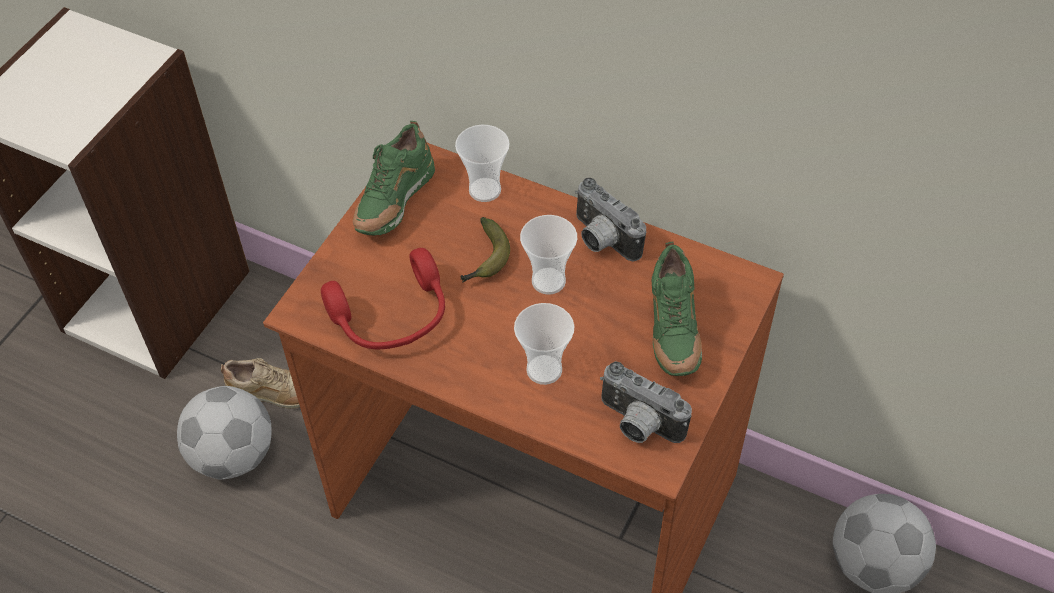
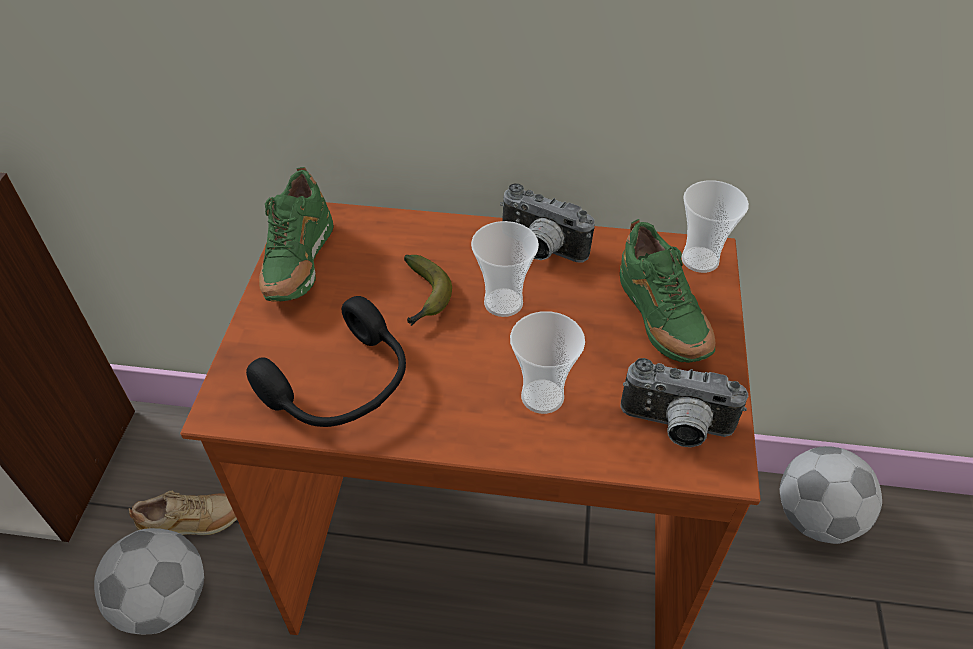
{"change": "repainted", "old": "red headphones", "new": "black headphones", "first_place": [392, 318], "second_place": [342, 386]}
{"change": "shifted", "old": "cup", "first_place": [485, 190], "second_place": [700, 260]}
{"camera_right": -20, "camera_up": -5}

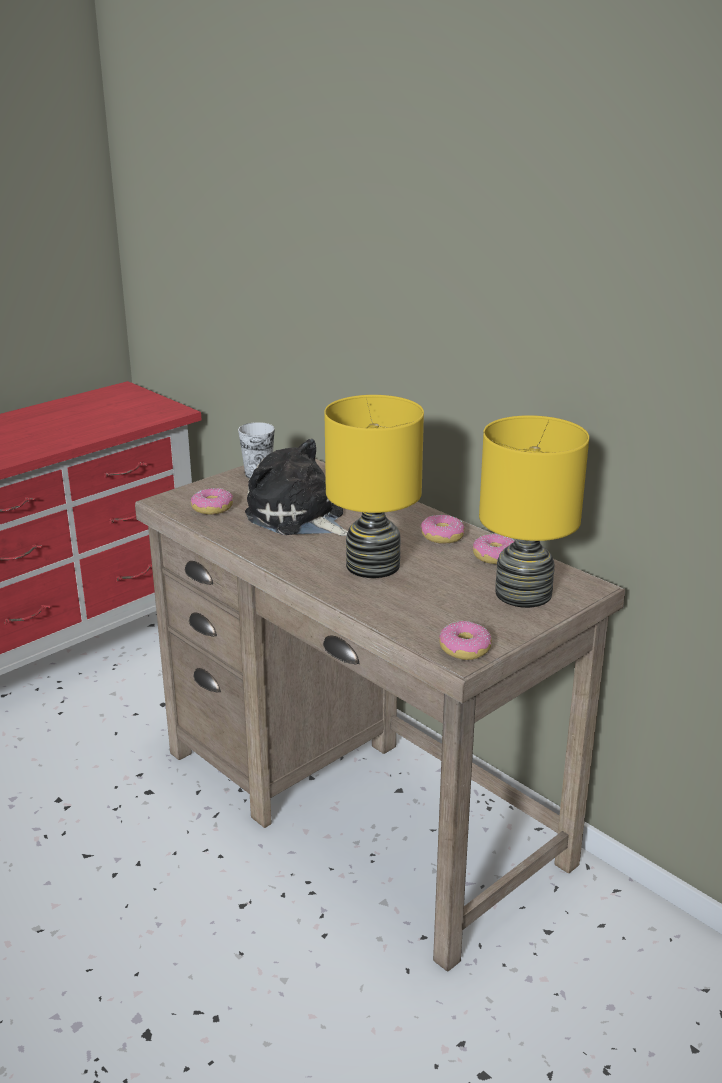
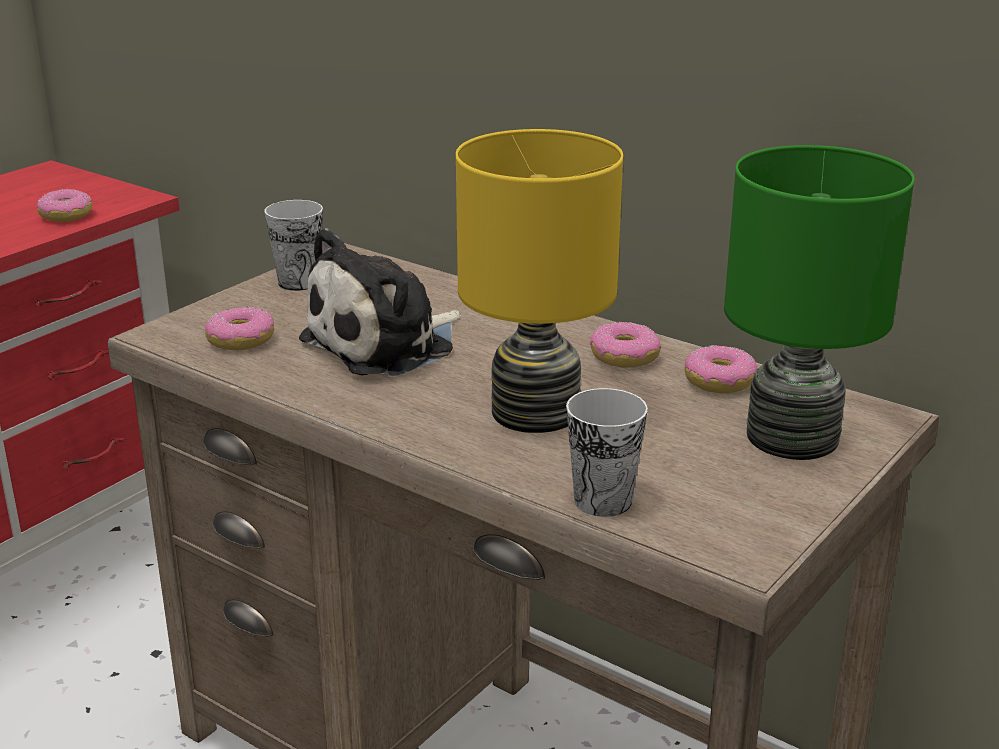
{"change": "rotated", "old": "plush toy", "first_place": [298, 518], "second_place": [386, 345], "degrees": -75}
{"change": "shifted", "old": "donut", "first_place": [464, 649], "second_place": [65, 215]}
{"change": "repainted", "old": "yellow table lamp", "new": "green table lamp", "first_place": [524, 594], "second_place": [793, 437]}
{"change": "new", "new": "cup", "second_place": [603, 501]}
{"camera_right": -10, "camera_up": 0}

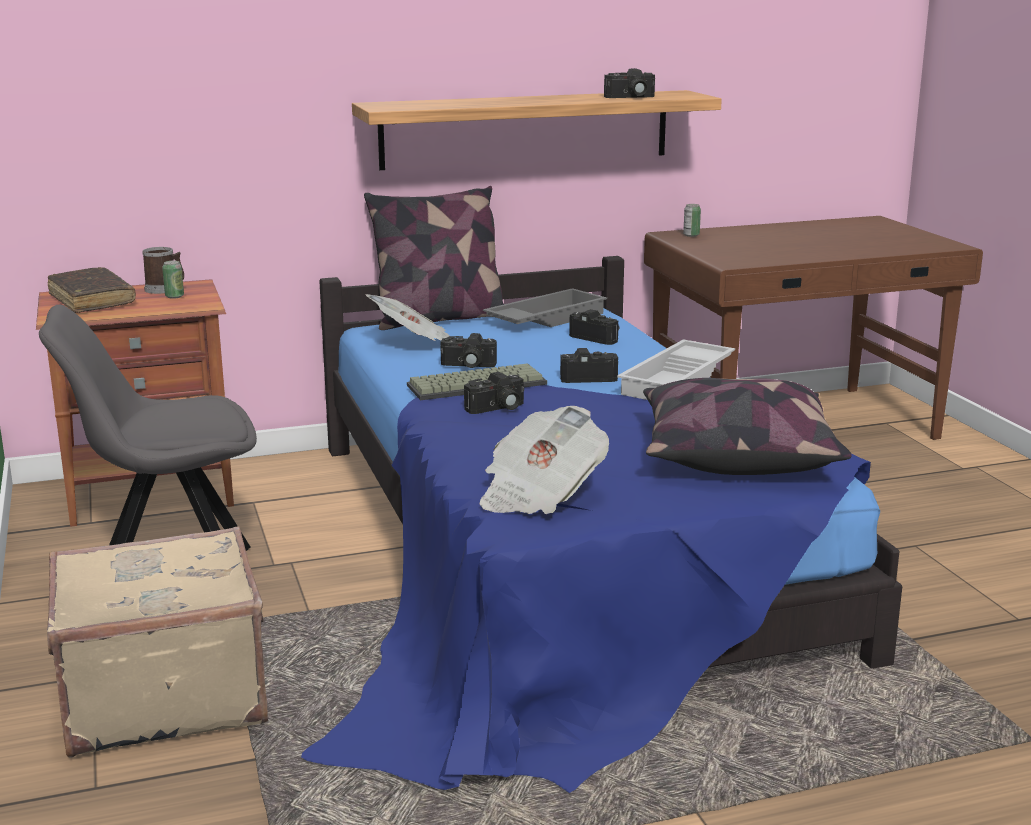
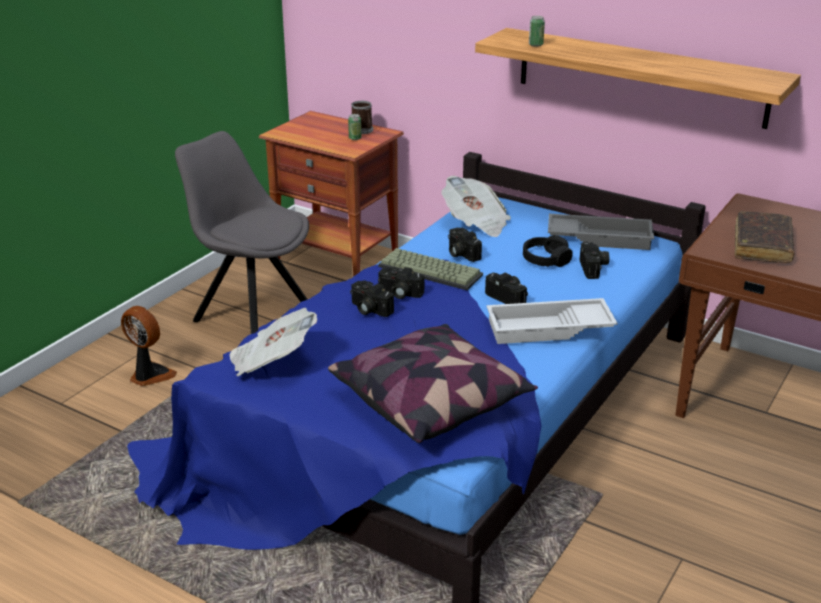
{"change": "swapped", "old": "beige suitcase", "new": "fan", "first_place": [162, 695], "second_place": [149, 375]}
{"change": "shifted", "old": "brown book", "first_place": [92, 300], "second_place": [762, 245]}
{"change": "gone", "old": "pillow", "first_place": [439, 319]}
{"change": "shifted", "old": "photo camera", "first_place": [630, 97], "second_place": [368, 309]}
{"change": "shifted", "old": "can", "first_place": [691, 235], "second_place": [535, 45]}
{"change": "new", "new": "black headphones", "second_place": [546, 259]}
{"camera_right": 50, "camera_up": 10}

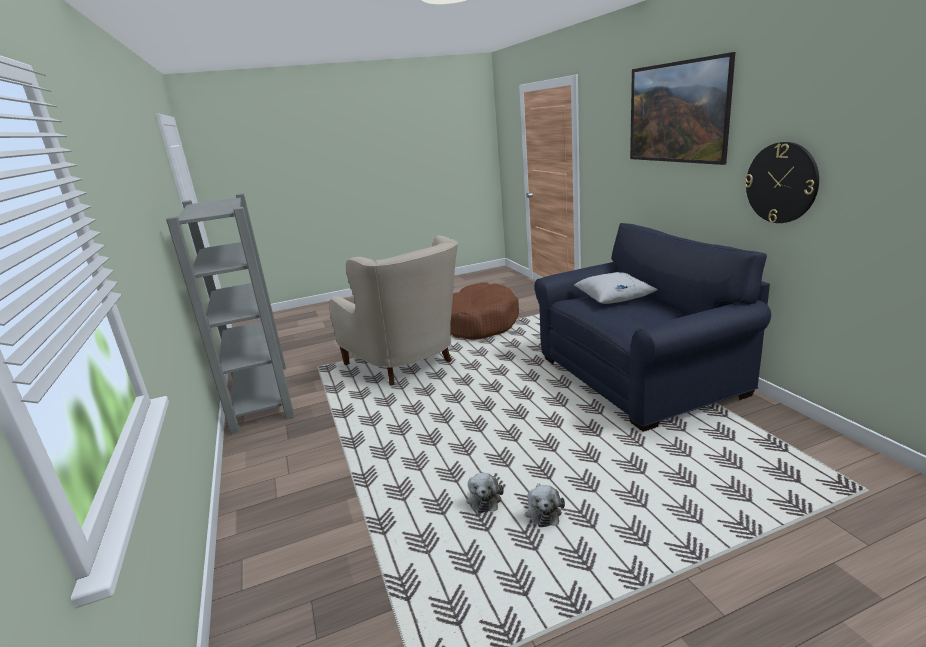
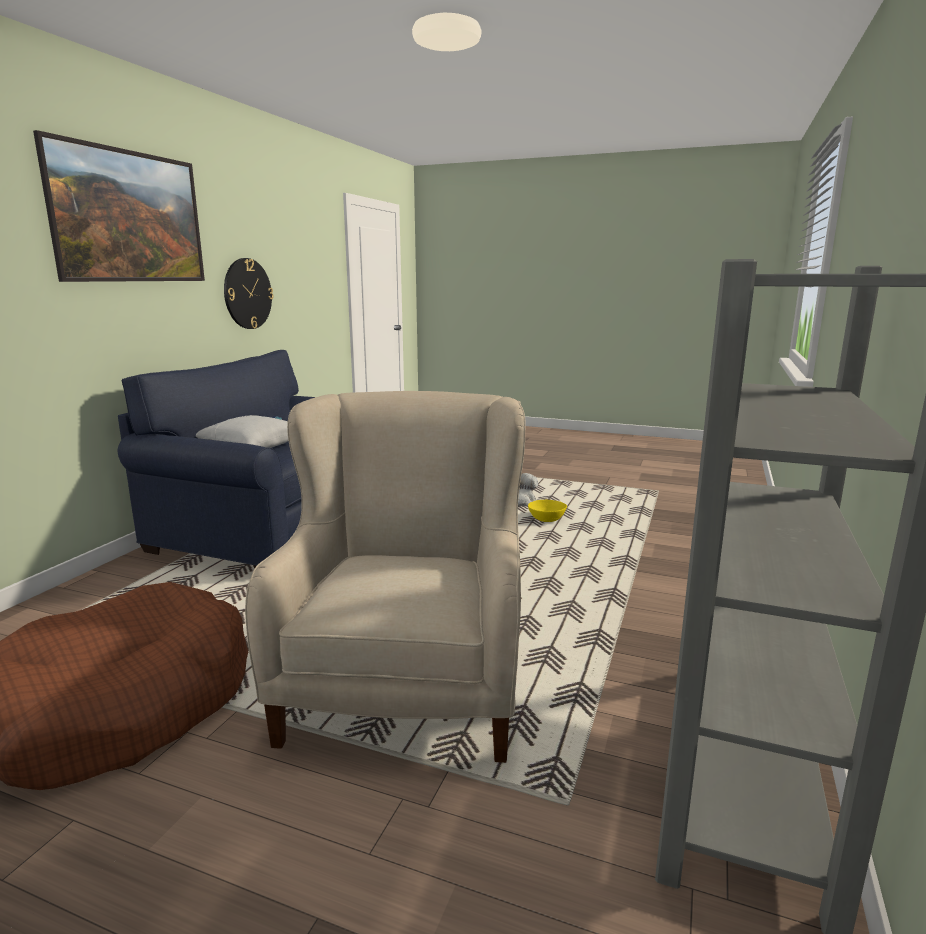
{"change": "swapped", "old": "plush toy", "new": "yellow bowl", "first_place": [484, 499], "second_place": [546, 519]}
{"camera_right": -140, "camera_up": -5}

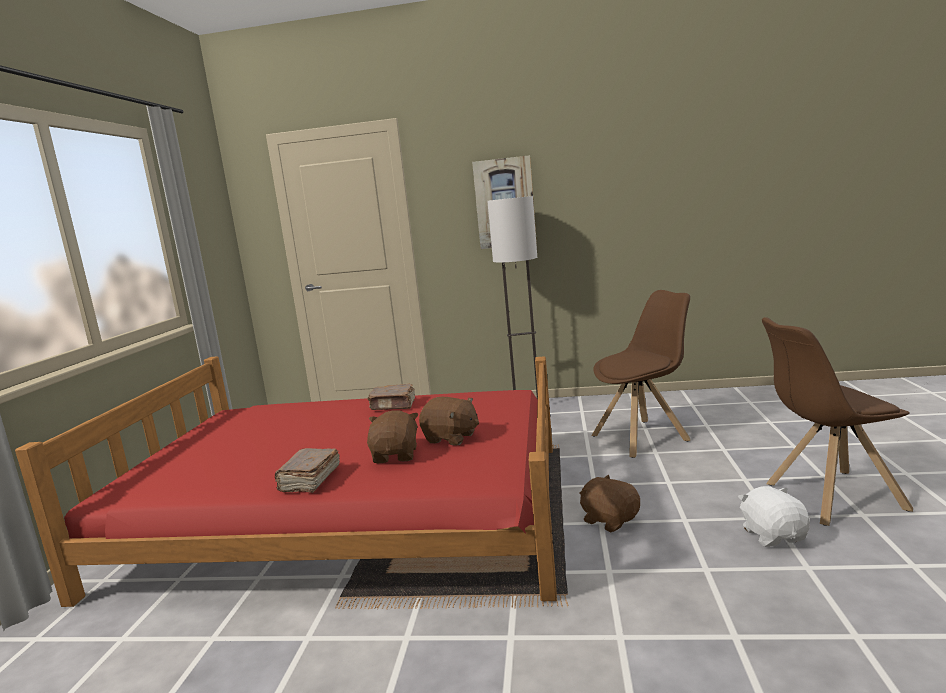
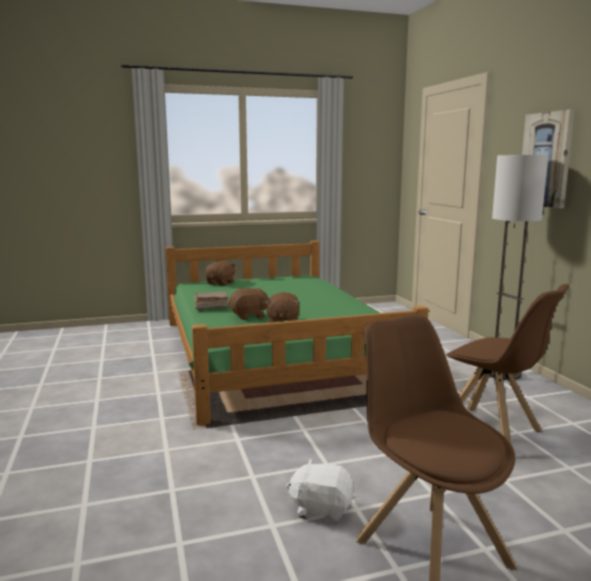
{"change": "repainted", "old": "red bed", "new": "green bed", "first_place": [352, 513], "second_place": [274, 353]}
{"change": "gone", "old": "brown book", "first_place": [393, 406]}
{"change": "shifted", "old": "brown plush toy", "first_place": [610, 520], "second_place": [221, 283]}
{"change": "rotated", "old": "white plush toy", "first_place": [773, 535], "second_place": [321, 509], "degrees": -135}
{"camera_right": 65, "camera_up": 0}

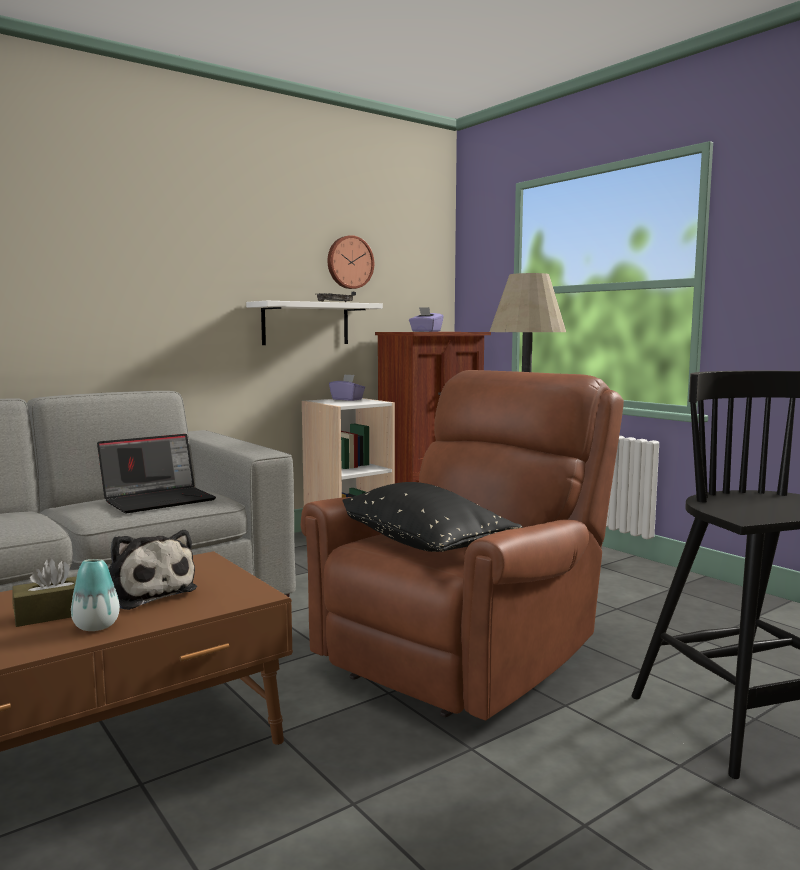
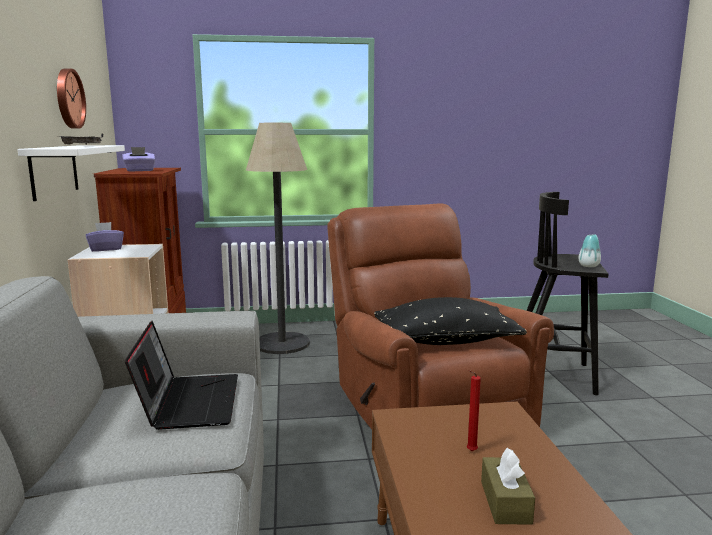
{"change": "shifted", "old": "vase", "first_place": [96, 626], "second_place": [588, 266]}
{"change": "swapped", "old": "plush toy", "new": "red candle", "first_place": [146, 592], "second_place": [470, 451]}
{"camera_right": -60, "camera_up": 5}

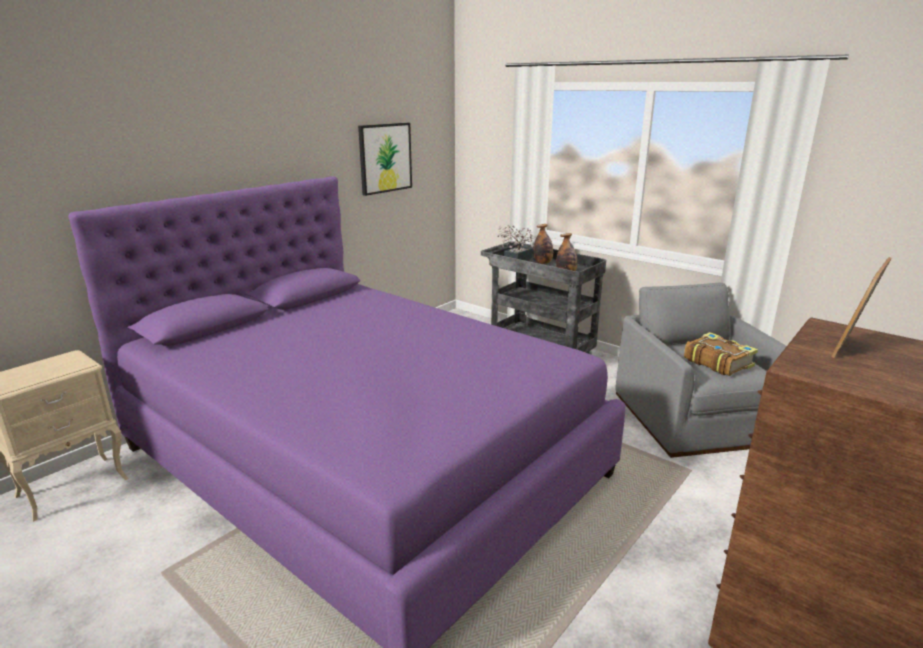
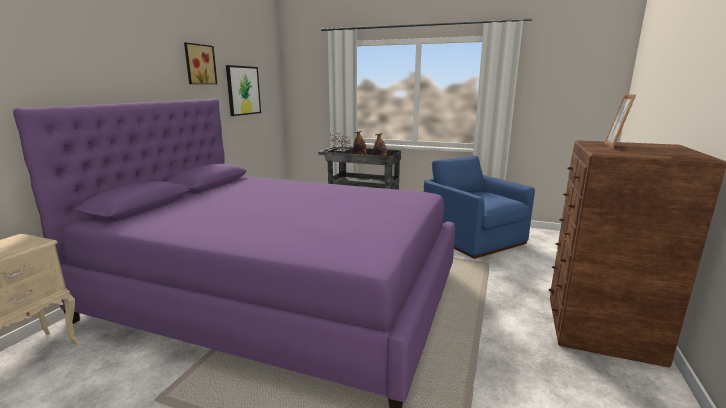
{"change": "repainted", "old": "grey armchair", "new": "blue armchair", "first_place": [694, 418], "second_place": [473, 238]}
{"change": "gone", "old": "book", "first_place": [717, 362]}
{"change": "new", "new": "picture", "second_place": [199, 64]}
{"camera_right": -20, "camera_up": -5}

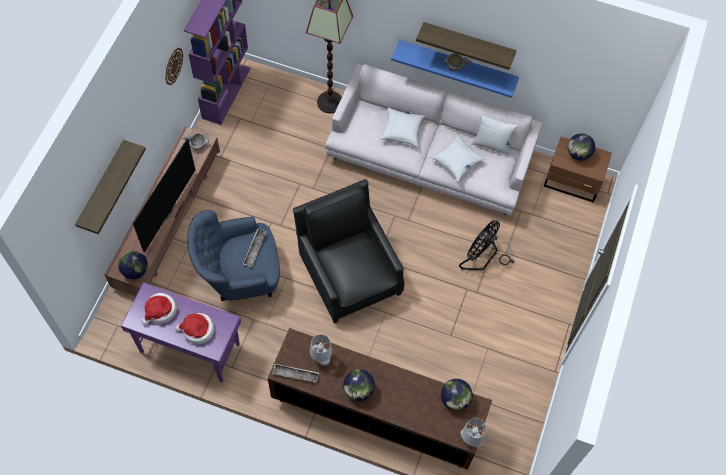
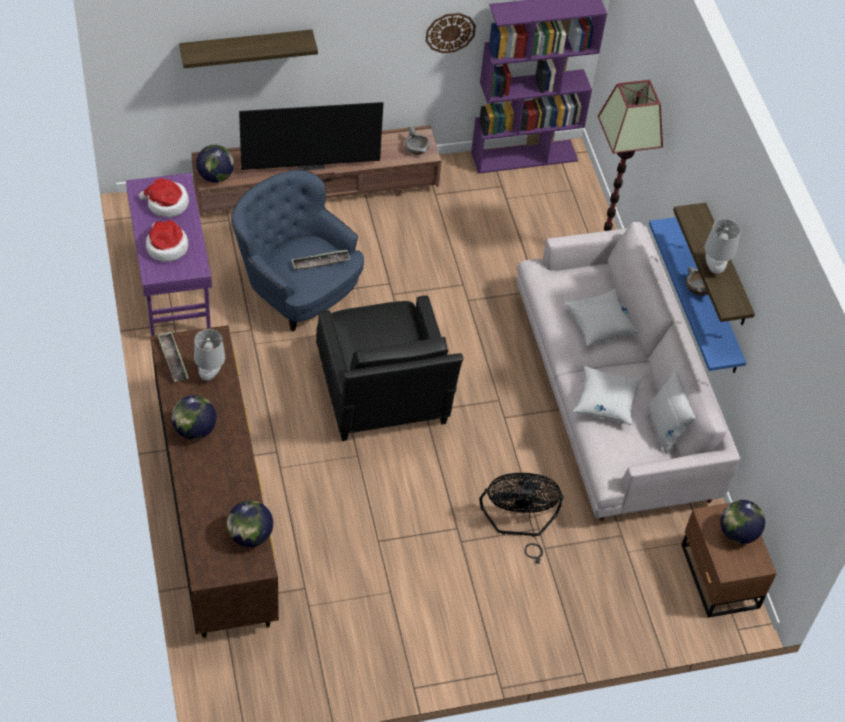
{"change": "rotated", "old": "black armchair", "first_place": [349, 273], "second_place": [382, 392], "degrees": 135}
{"change": "shifted", "old": "grey table lamp", "first_place": [471, 440], "second_place": [714, 267]}
{"camera_right": 55, "camera_up": -10}

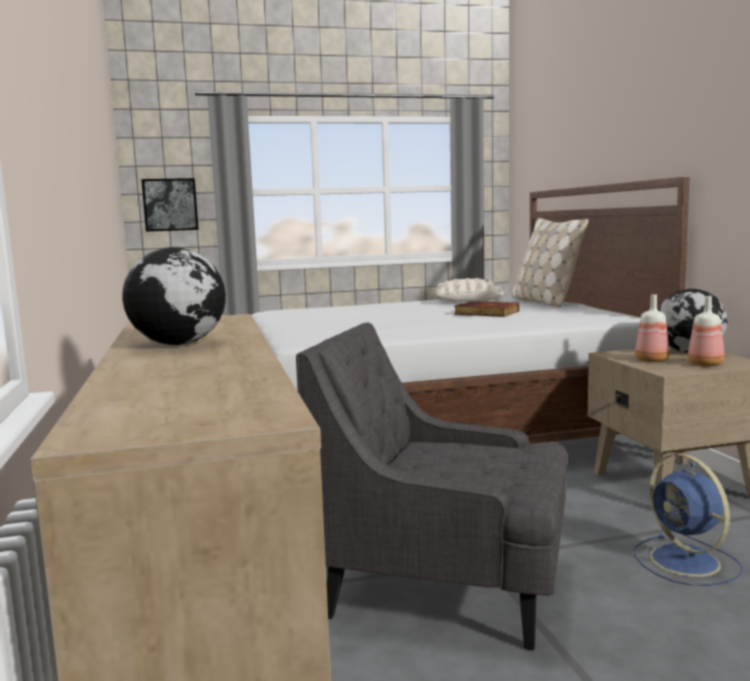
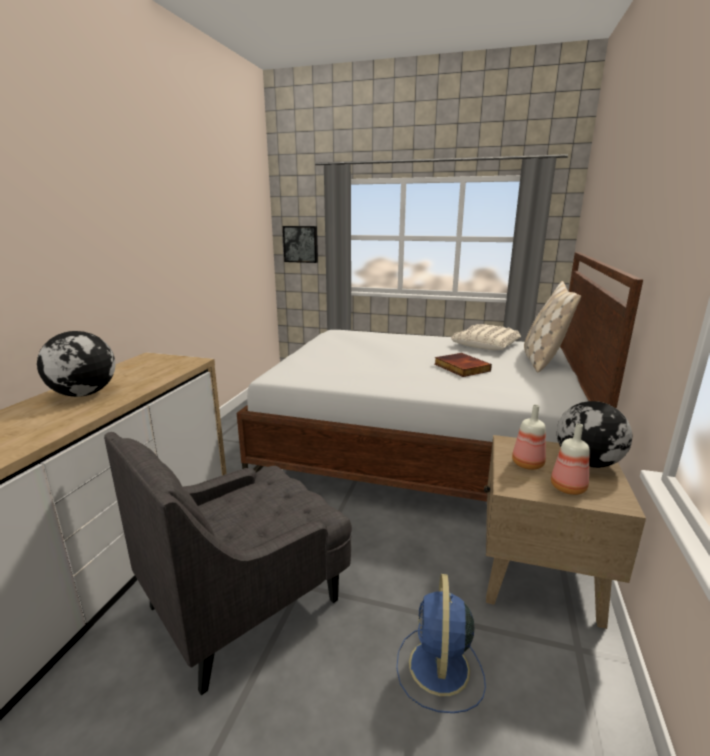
{"change": "rotated", "old": "grey armchair", "first_place": [446, 588], "second_place": [246, 601], "degrees": -90}
{"camera_right": 30, "camera_up": 10}

